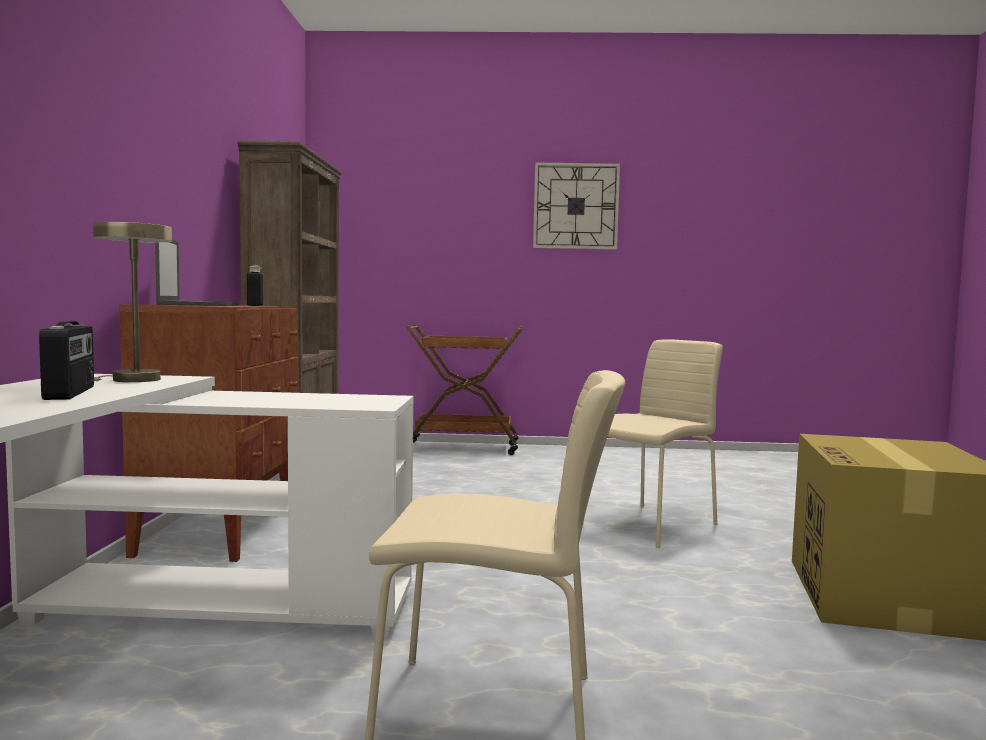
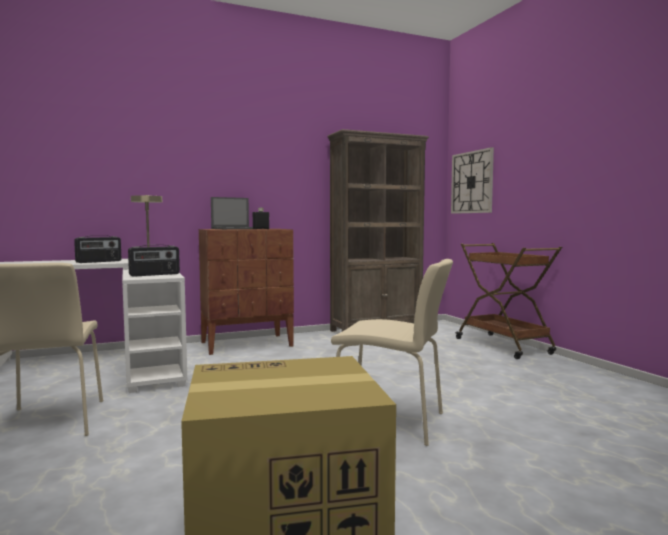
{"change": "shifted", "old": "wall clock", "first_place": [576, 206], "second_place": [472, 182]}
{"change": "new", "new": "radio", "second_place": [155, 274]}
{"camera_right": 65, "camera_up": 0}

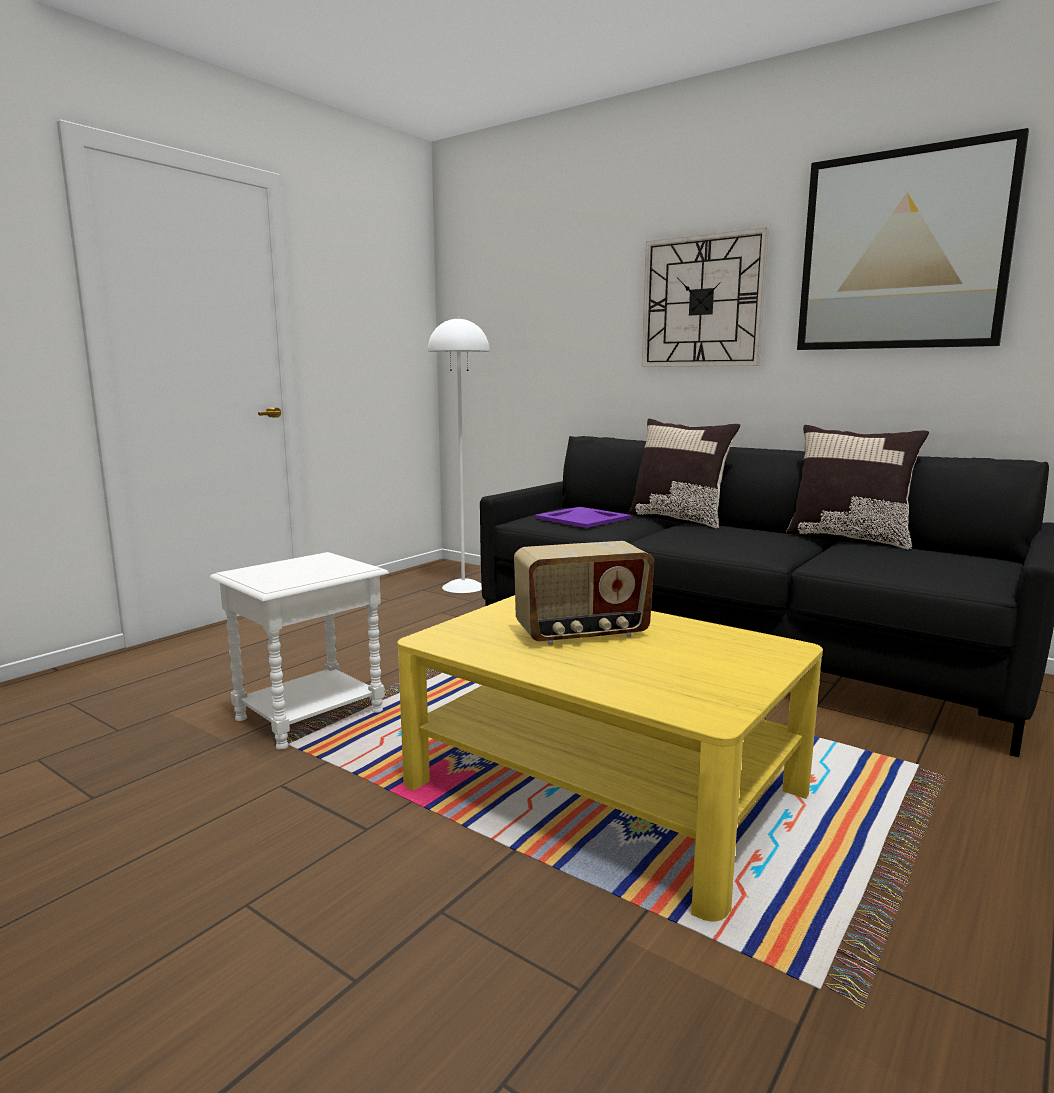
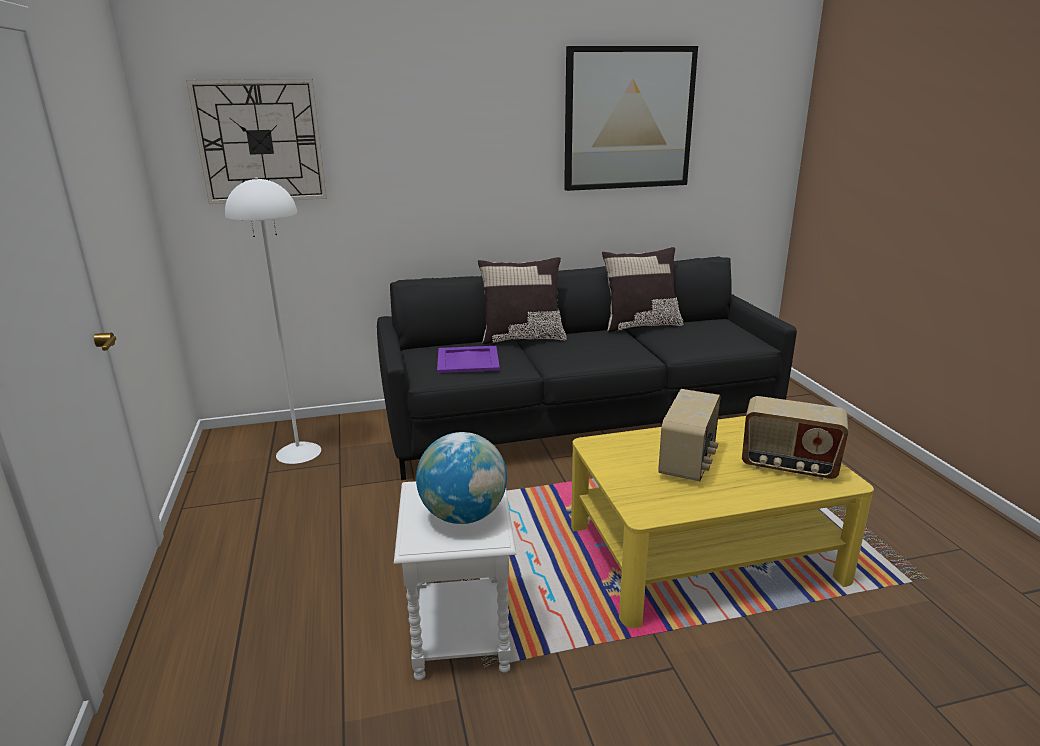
{"change": "shifted", "old": "wall clock", "first_place": [702, 302], "second_place": [260, 141]}
{"change": "new", "new": "globe", "second_place": [463, 515]}
{"change": "new", "new": "radio", "second_place": [788, 466]}
{"camera_right": -50, "camera_up": 10}

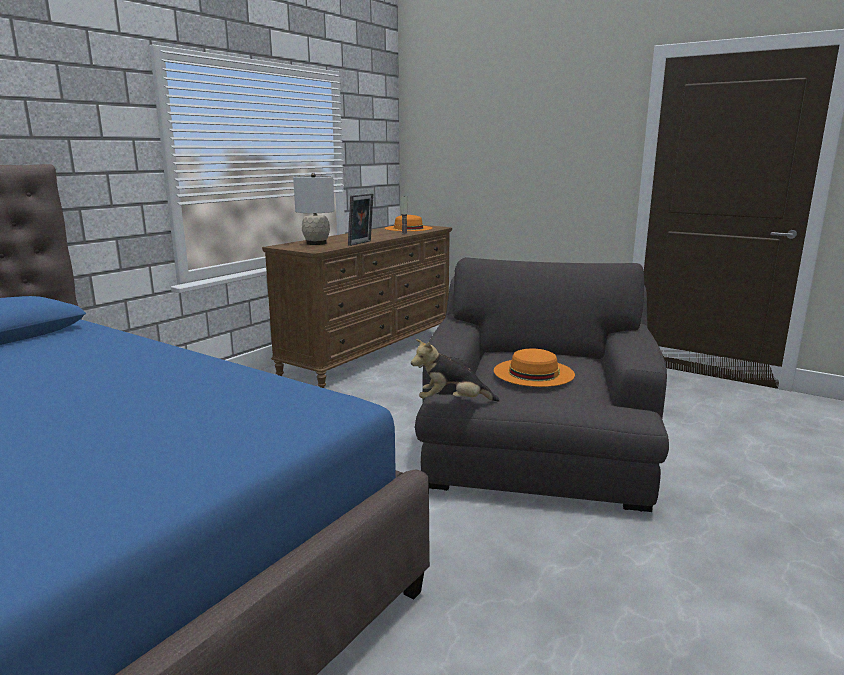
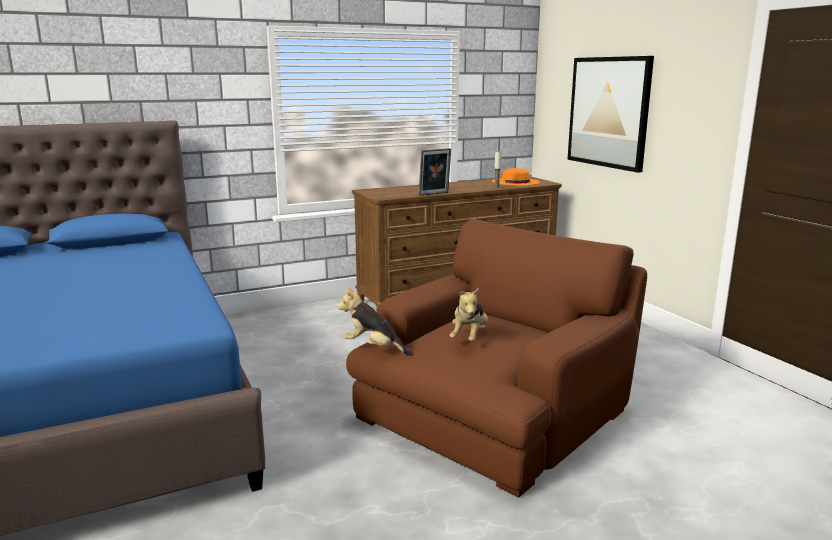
{"change": "gone", "old": "white table lamp", "first_place": [316, 243]}
{"change": "repainted", "old": "grey armchair", "new": "brown armchair", "first_place": [536, 446], "second_place": [494, 412]}
{"change": "swapped", "old": "orange hat", "new": "plush toy", "first_place": [533, 372], "second_place": [469, 337]}
{"change": "new", "new": "picture", "second_place": [609, 112]}
{"camera_right": 30, "camera_up": 0}

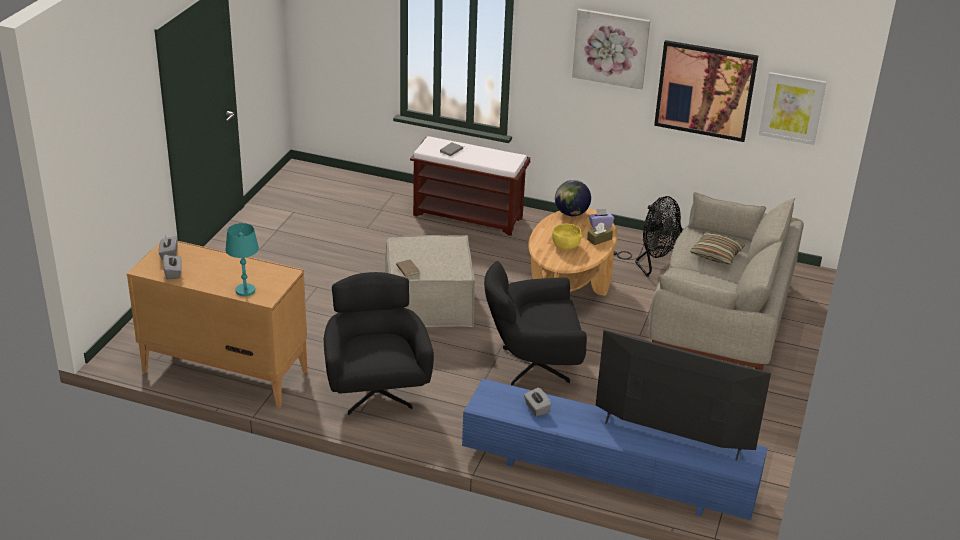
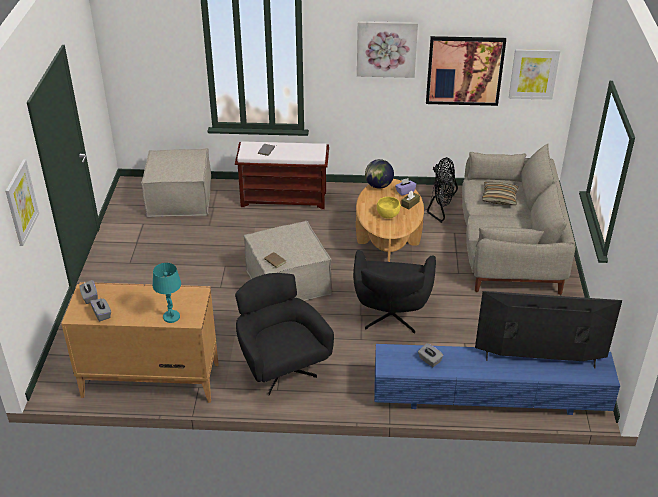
{"change": "rotated", "old": "black armchair", "first_place": [532, 365], "second_place": [391, 317], "degrees": -60}
{"change": "new", "new": "picture", "second_place": [21, 202]}
{"change": "new", "new": "beige ottoman", "second_place": [179, 199]}
{"camera_right": -15, "camera_up": 5}

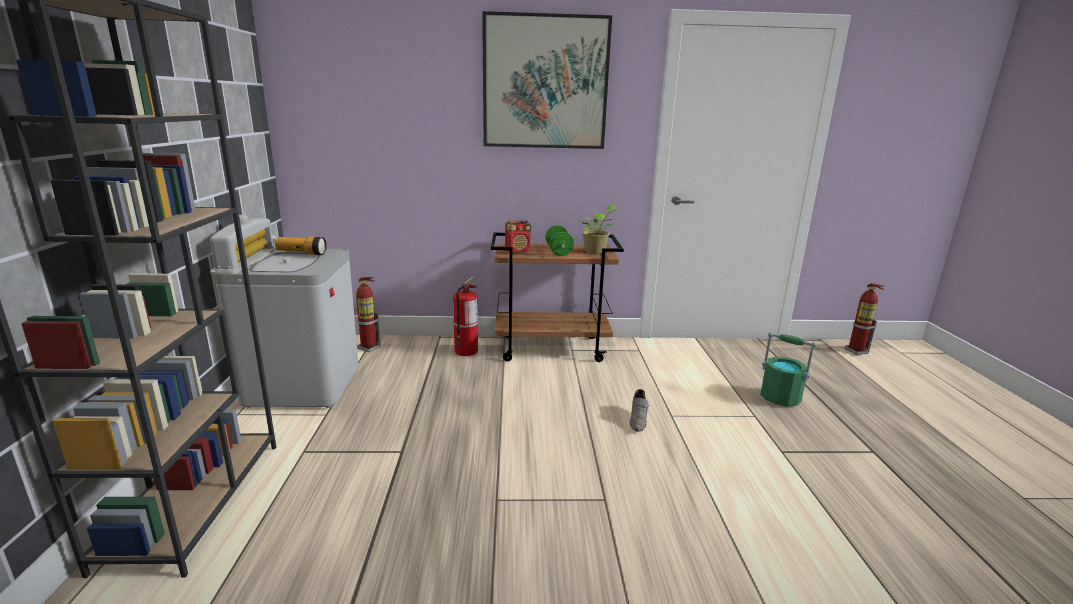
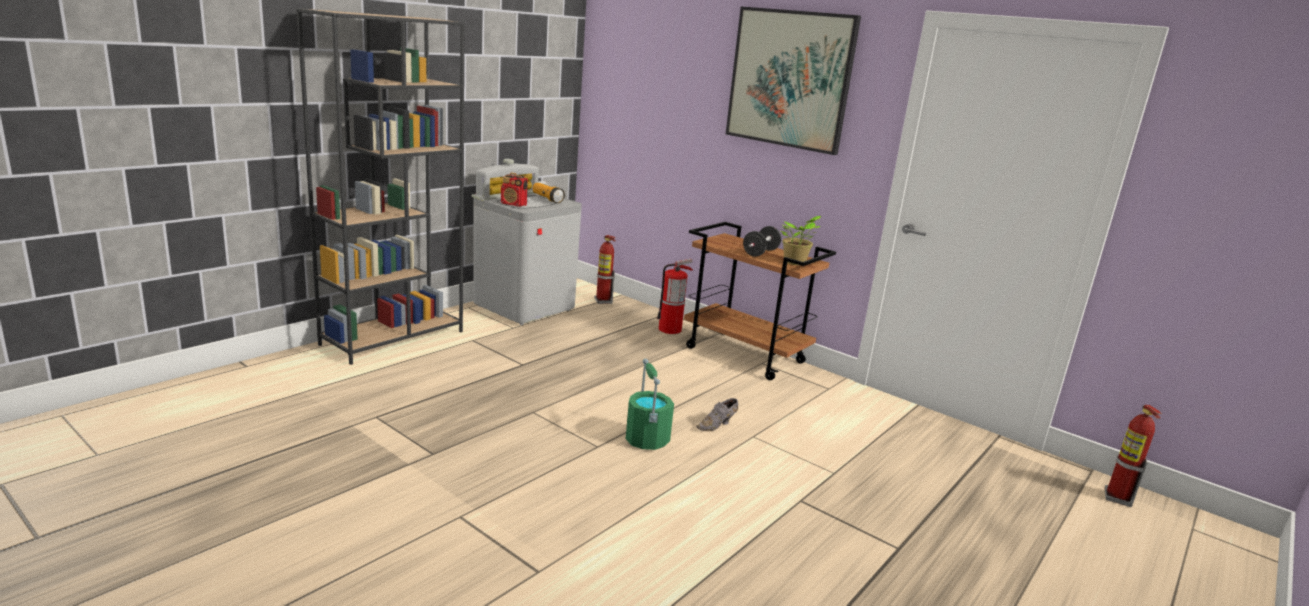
{"change": "shifted", "old": "radio", "first_place": [518, 251], "second_place": [514, 204]}
{"change": "repainted", "old": "green dumbbell", "new": "black dumbbell", "first_place": [558, 251], "second_place": [760, 252]}
{"change": "shifted", "old": "green bucket", "first_place": [779, 398], "second_place": [646, 439]}
{"camera_right": 40, "camera_up": 0}

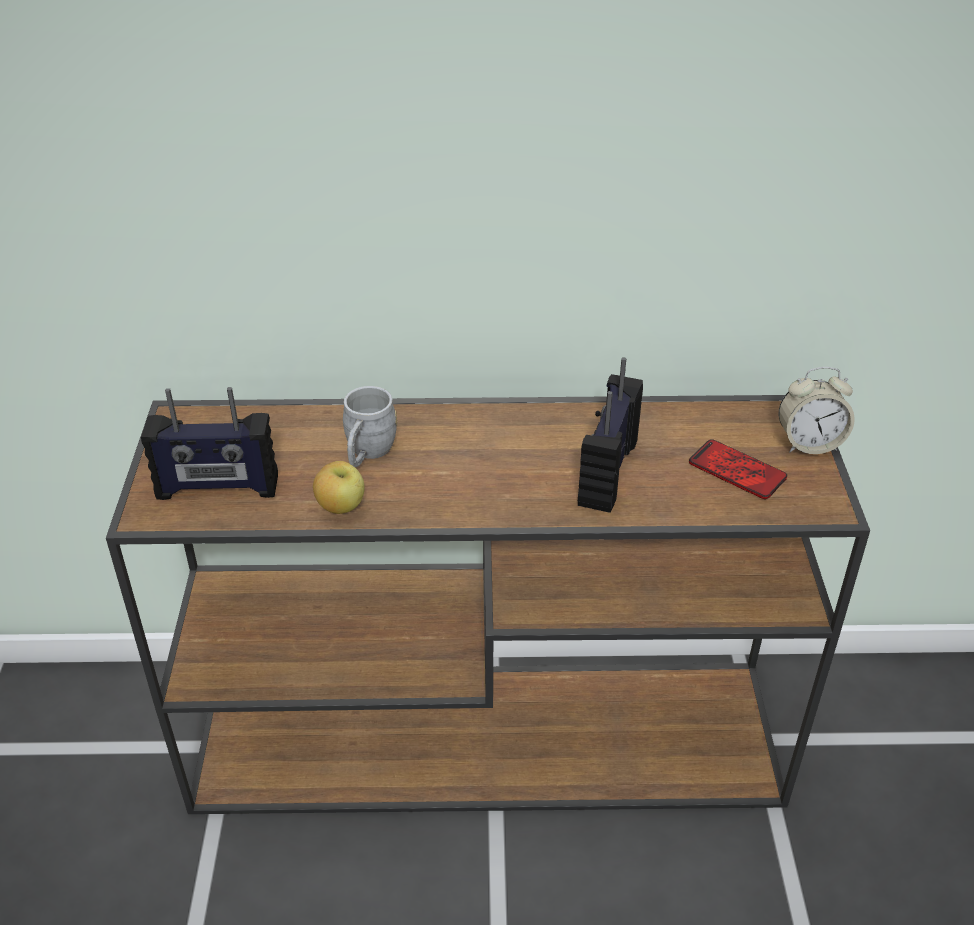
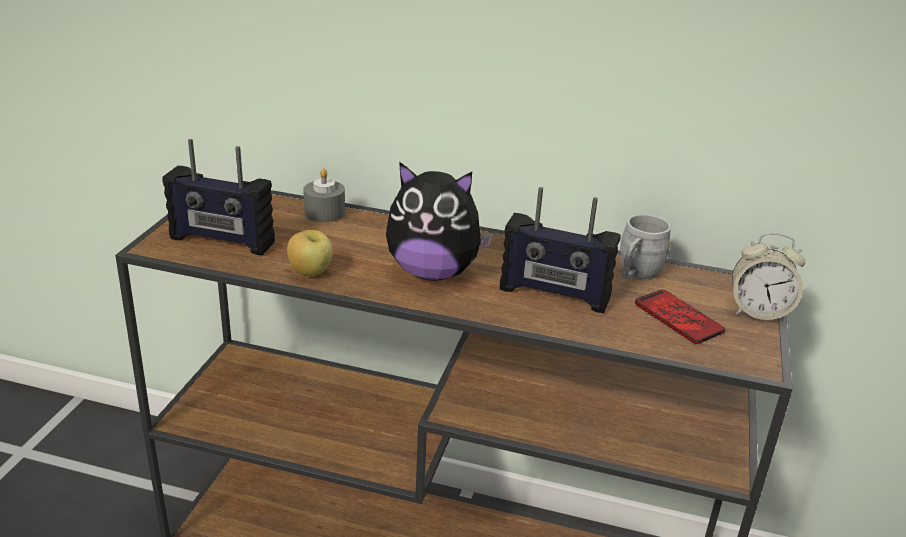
{"change": "shifted", "old": "grey mug", "first_place": [367, 454], "second_place": [636, 274]}
{"change": "rotated", "old": "radio", "first_place": [606, 472], "second_place": [554, 295], "degrees": -105}
{"change": "new", "new": "grey candle", "second_place": [324, 213]}
{"change": "new", "new": "plush toy", "second_place": [433, 272]}
{"camera_right": 15, "camera_up": -10}

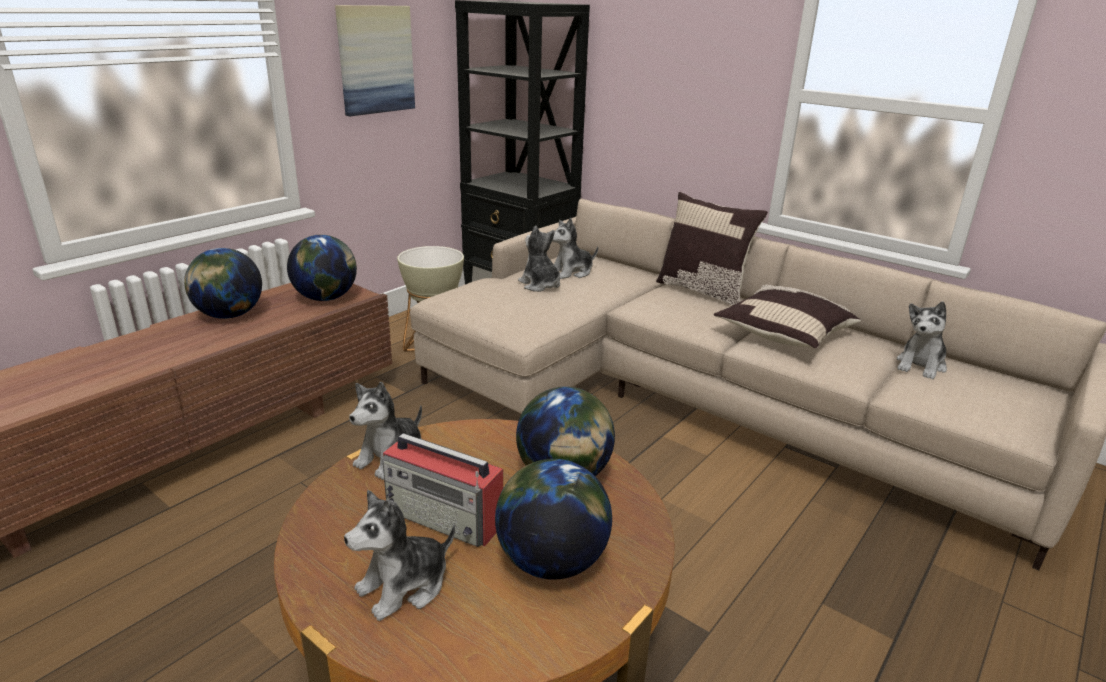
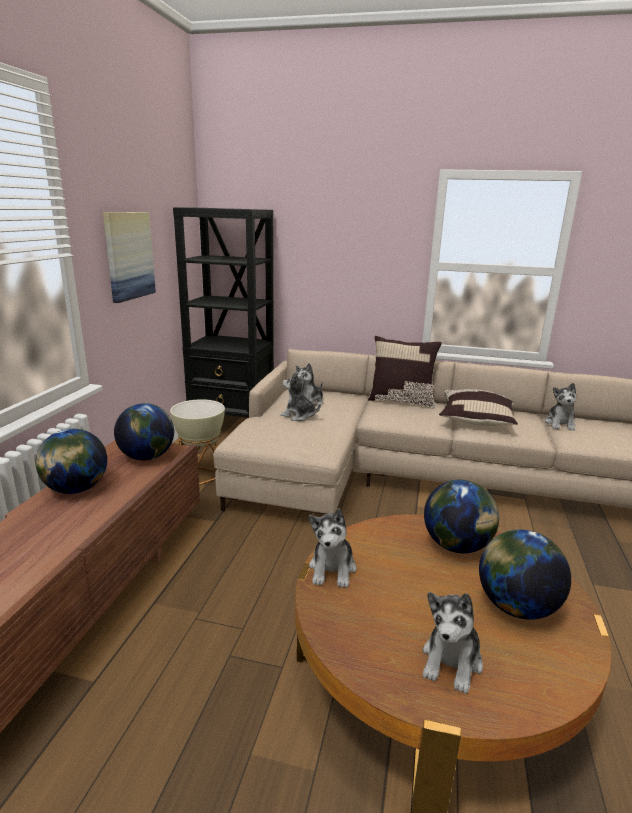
{"change": "gone", "old": "radio", "first_place": [445, 518]}
{"camera_right": -25, "camera_up": -5}

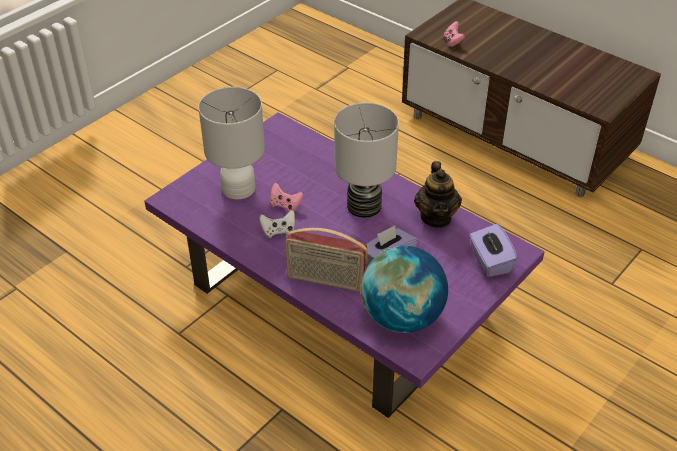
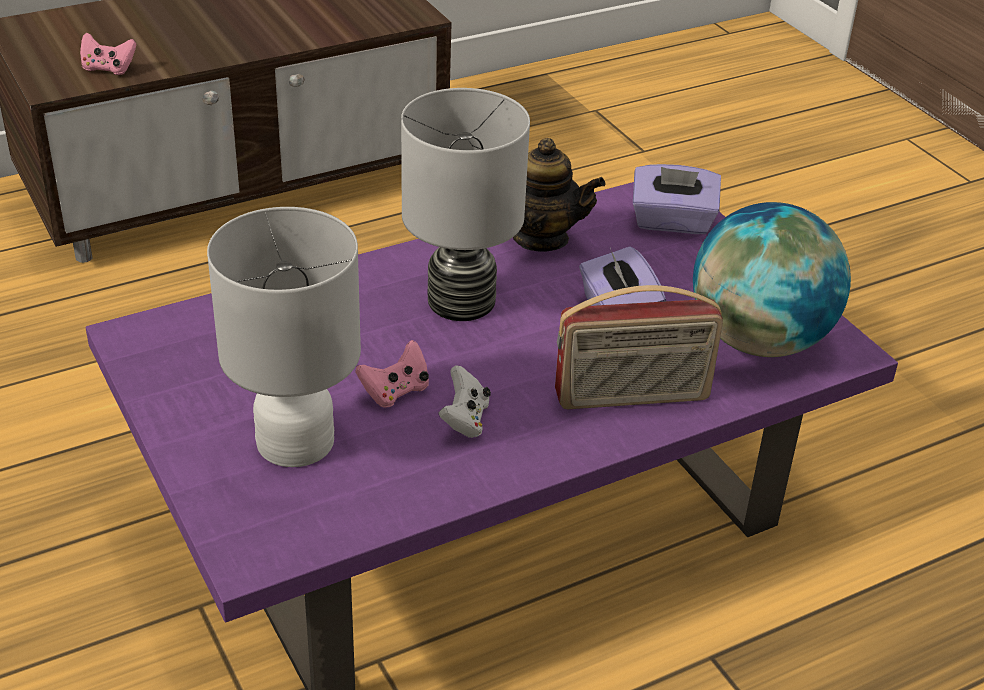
{"change": "rotated", "old": "radio", "first_place": [326, 280], "second_place": [632, 397], "degrees": 45}
{"camera_right": -70, "camera_up": -5}

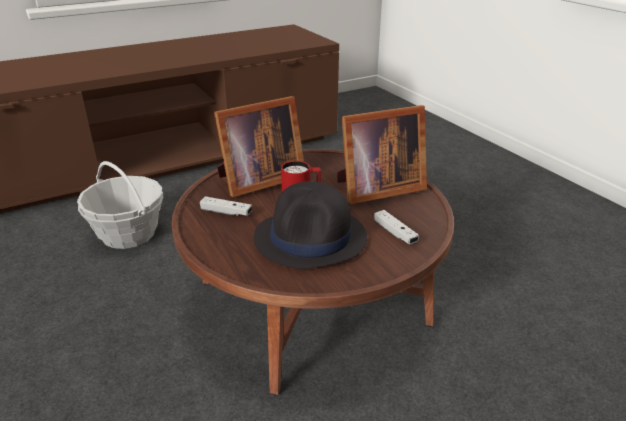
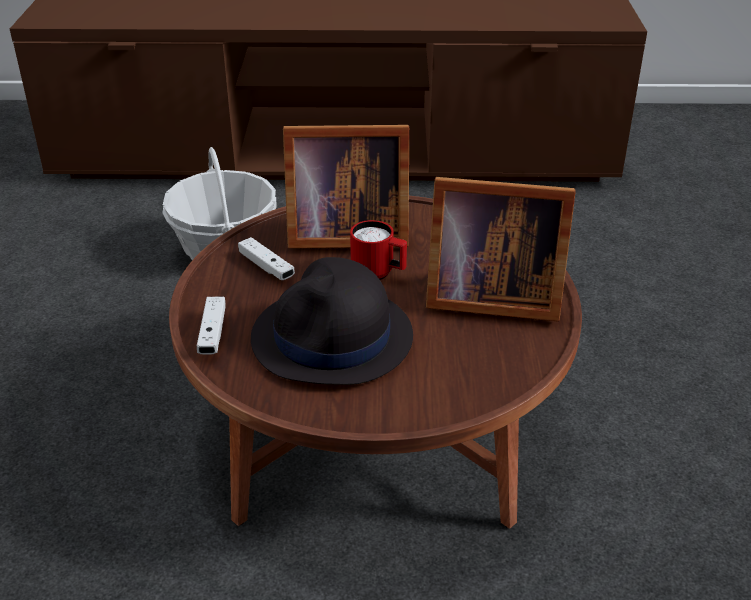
{"change": "shifted", "old": "white game controller", "first_place": [395, 233], "second_place": [212, 333]}
{"camera_right": 30, "camera_up": 5}

